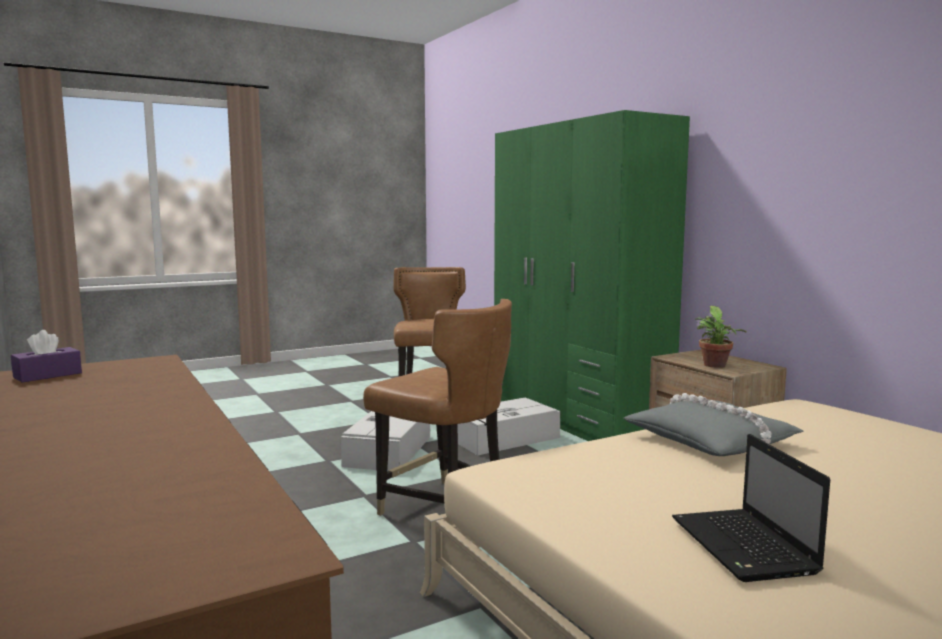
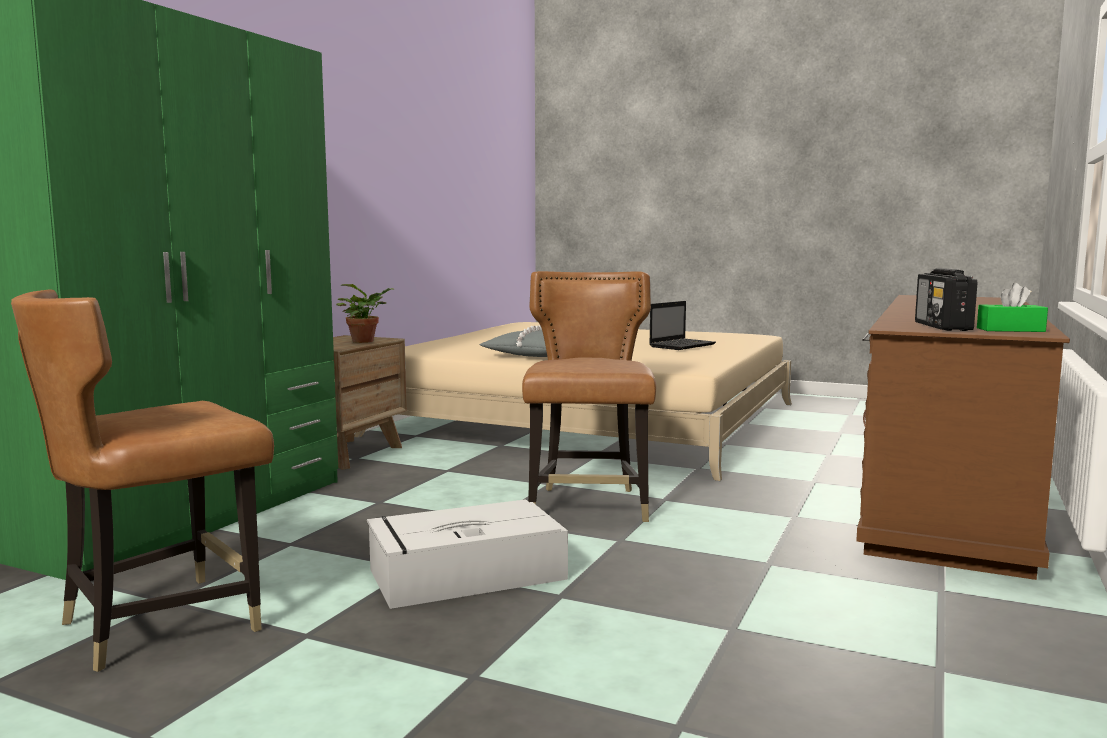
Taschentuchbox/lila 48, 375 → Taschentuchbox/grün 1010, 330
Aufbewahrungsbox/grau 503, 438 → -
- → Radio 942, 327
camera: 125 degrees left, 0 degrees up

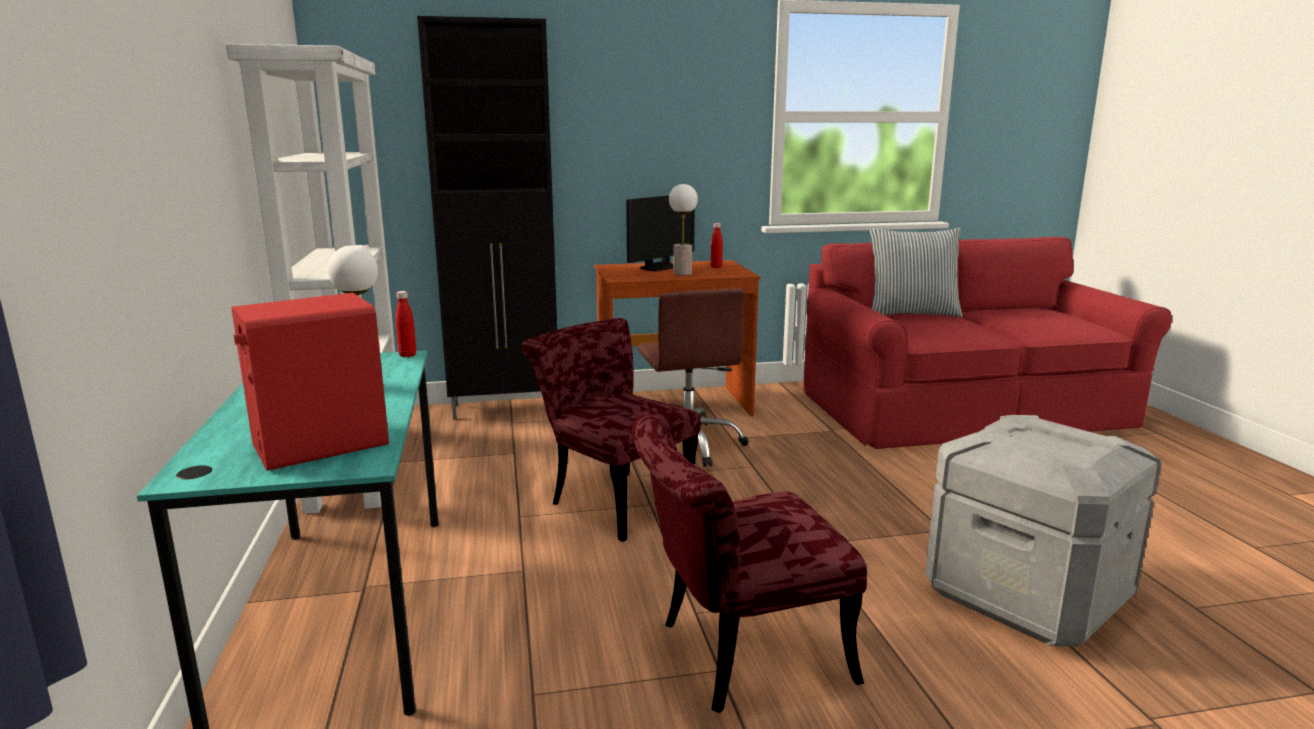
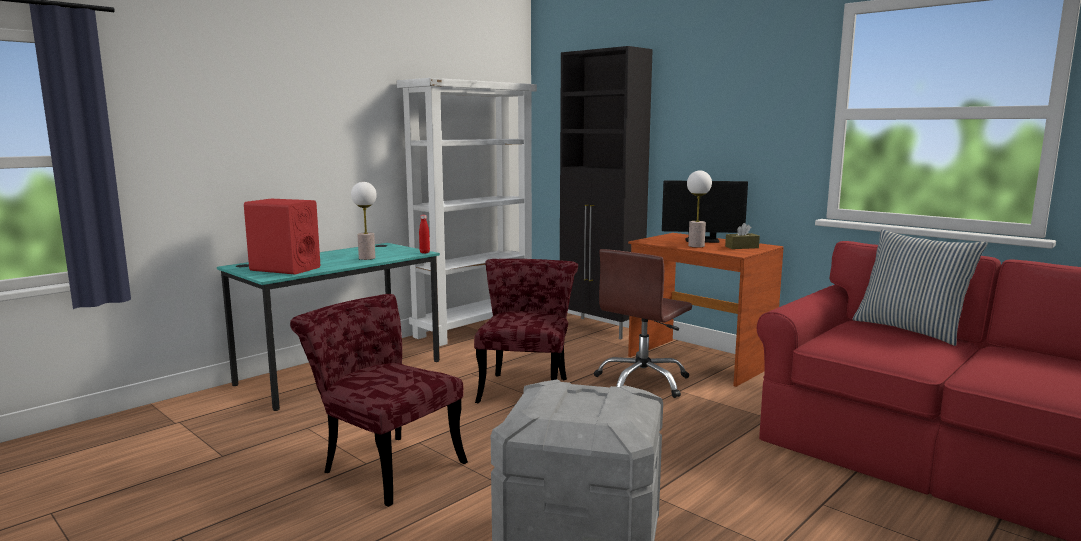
Flasche/rot 716, 267 → Taschentuchbox/braun 741, 247
camera: 55 degrees right, 5 degrees down

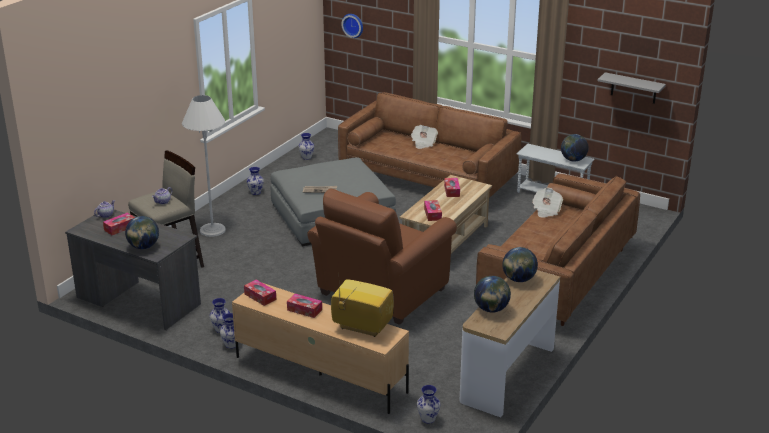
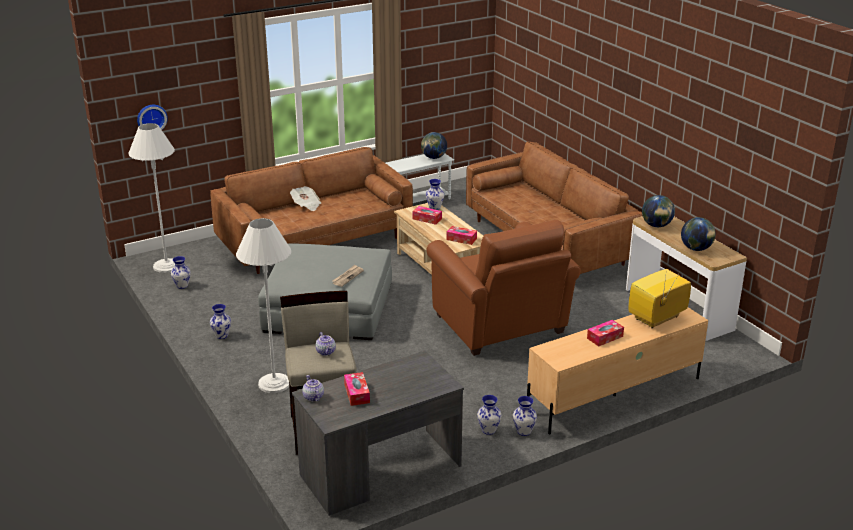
Globus 143, 247 → -
Taschentuchbox 260, 296 → -
Vase 427, 419 → Vase 434, 208, move
Zeitung 546, 210 → -
Wandregal/grau 633, 88 → -
- → Stehlampe/weiß 166, 266
camera: 60 degrees left, 0 degrees up

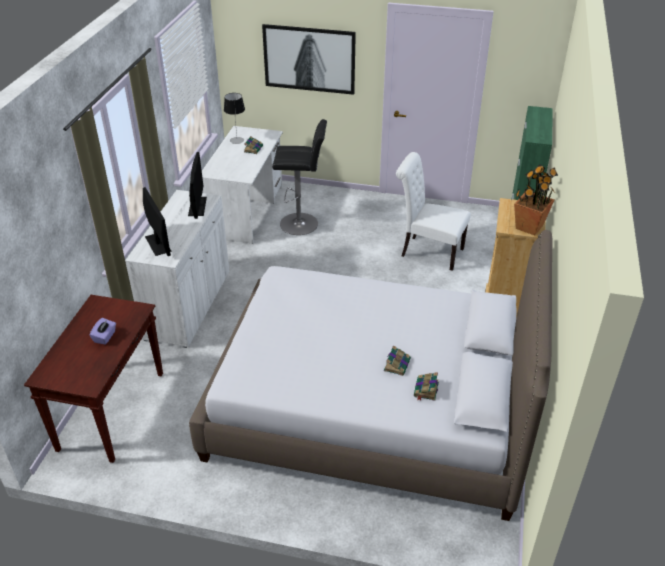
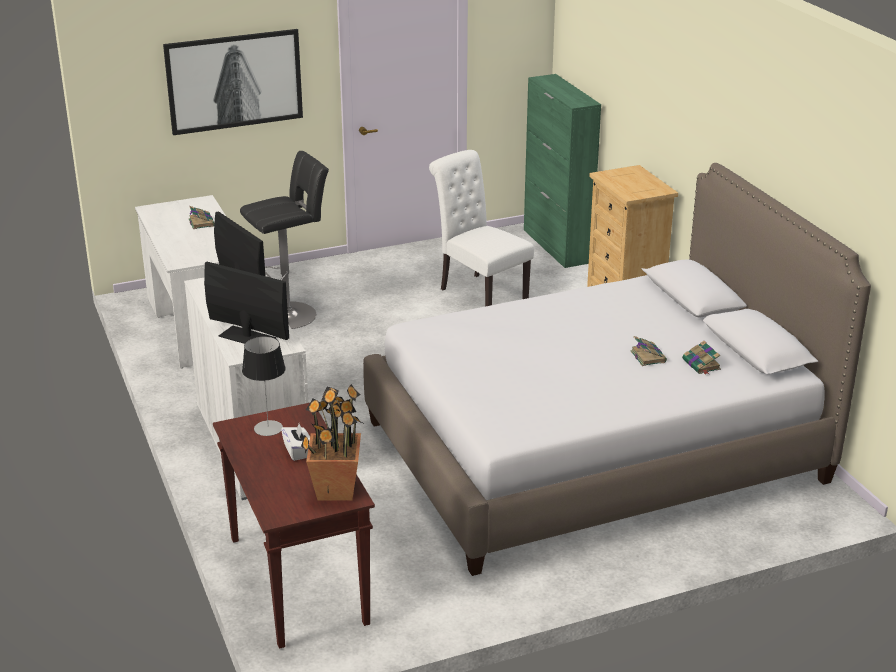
Taschentuchbox/lila 105, 337 → Taschentuchbox/weiß 298, 451
Tischlampe 237, 140 → Tischlampe 268, 428, move
Stuhl/weiß 428, 251 → Stuhl/weiß 479, 292, 60 degrees clockwise
Topfpflanze 529, 227 → Topfpflanze 335, 489, move
camera: 35 degrees left, 10 degrees down

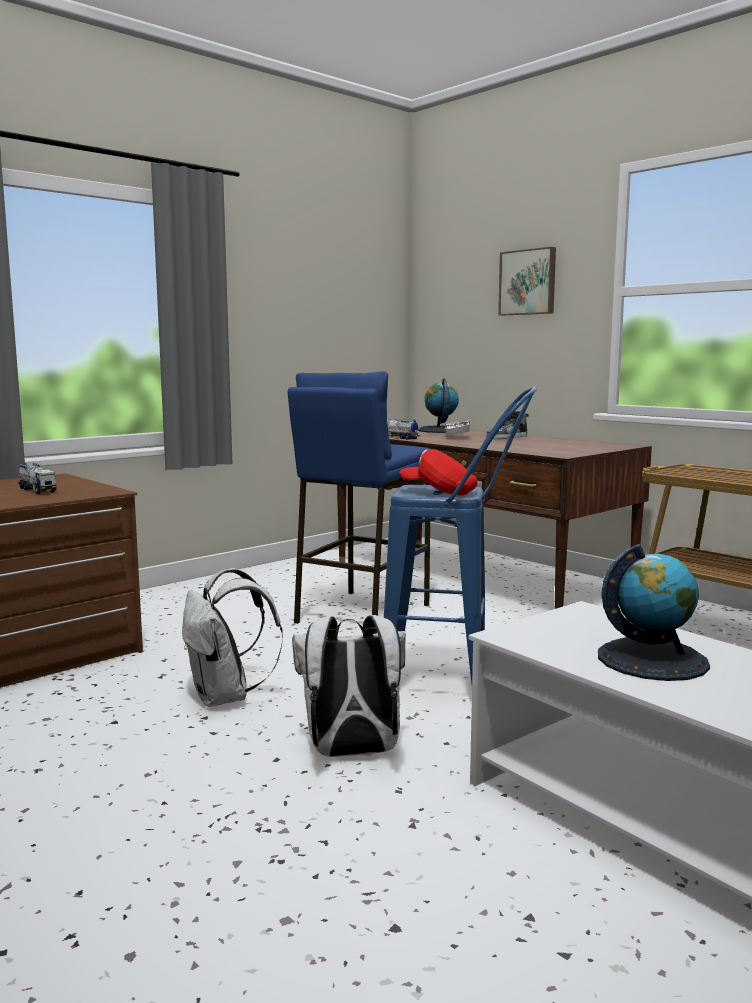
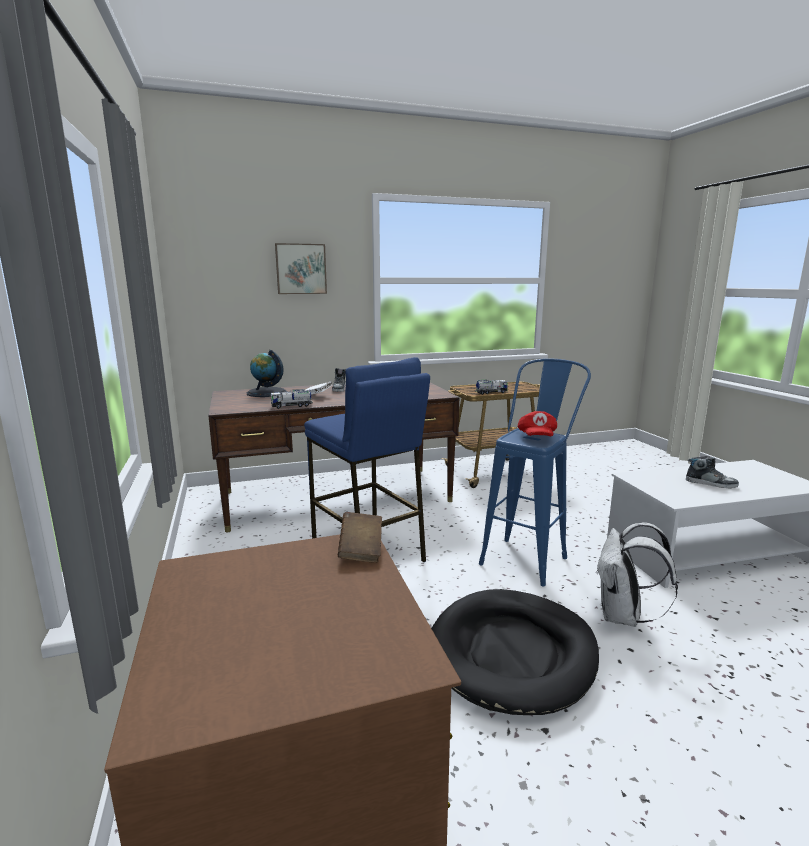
Spielzeuglaster 37, 490 → Spielzeuglaster 491, 392, move
Rucksack/weiß 225, 697 → Hundebett/schwarz 512, 653
Kappe/rot 439, 492 → Kappe/rot 536, 437, 45 degrees counterclockwise
Globus 652, 659 → Schuh 711, 483
- → Buch/braun 361, 550
camera: 65 degrees left, 5 degrees up

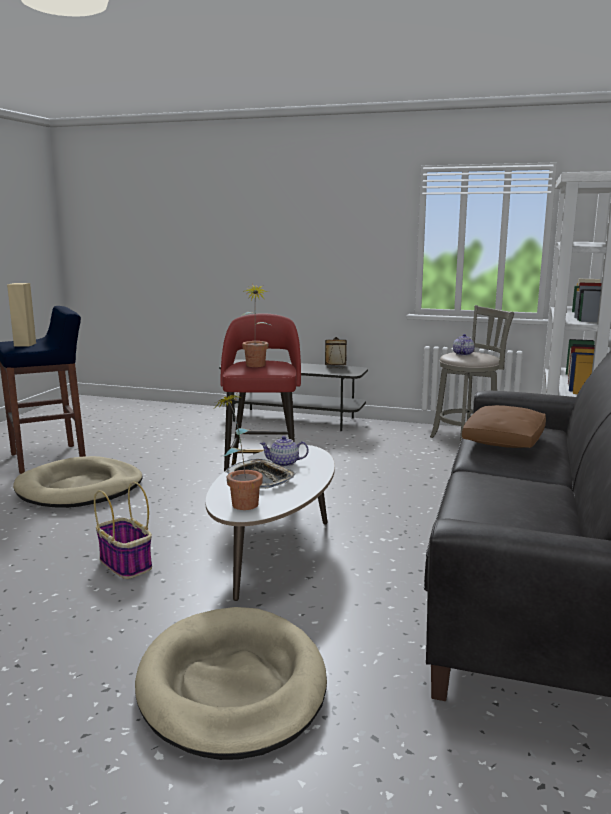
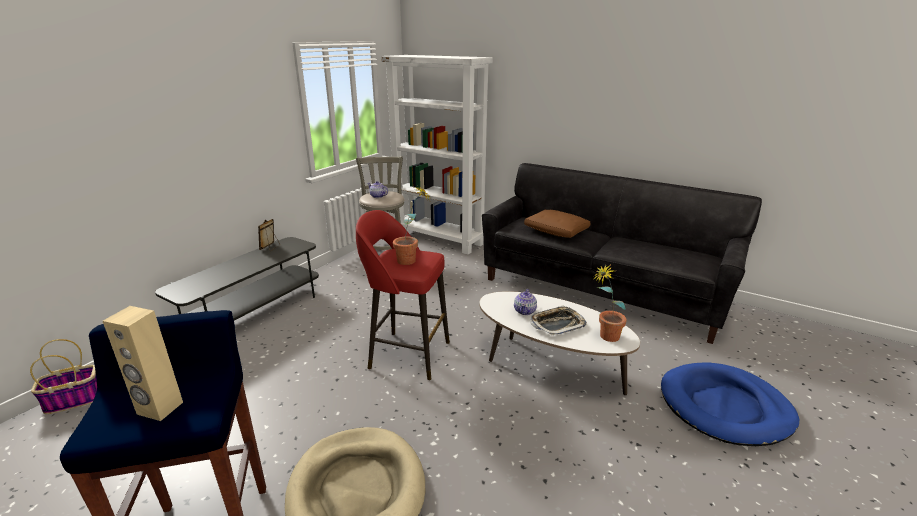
Korb 126, 564 → Korb 75, 400, move
Hundebett/beige 232, 687 → Hundebett/blau 724, 407
camera: 75 degrees left, 10 degrees up

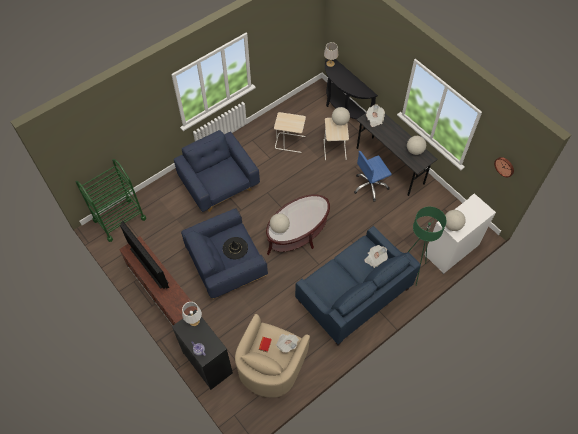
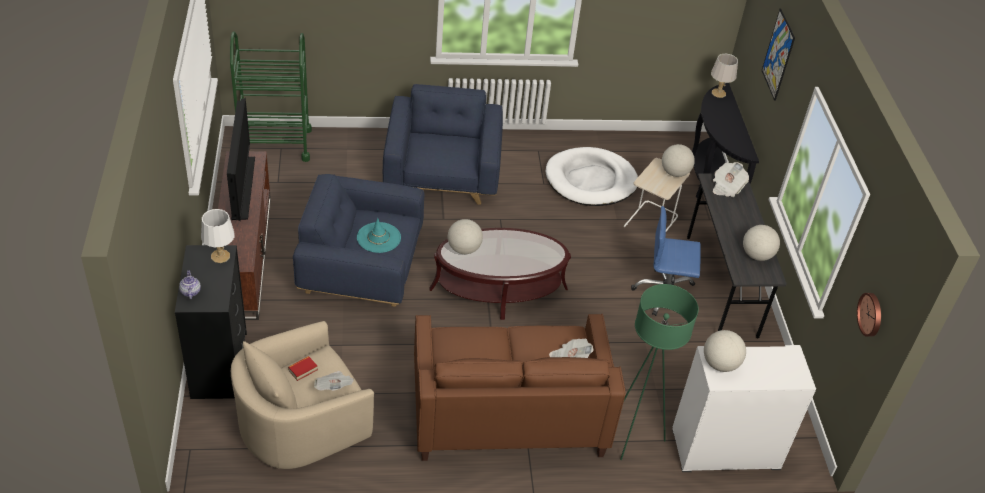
Hut/schwarz 235, 248 → Hut/türkis 378, 238
Beistelltisch/beige 290, 142 → Hundebett/weiß 591, 180
Sofa/blau 353, 295 → Sofa/braun 508, 412
- → Bild 778, 54
camera: 30 degrees right, 15 degrees down

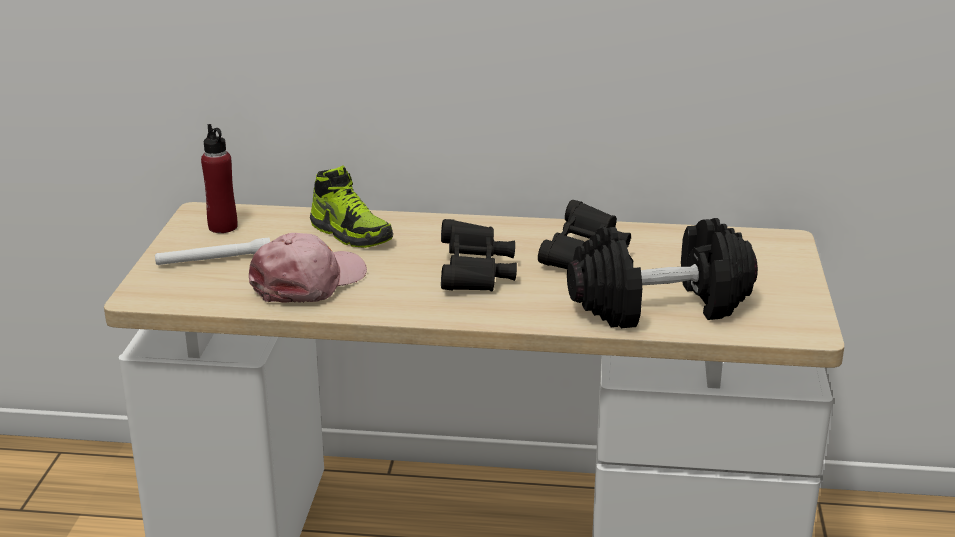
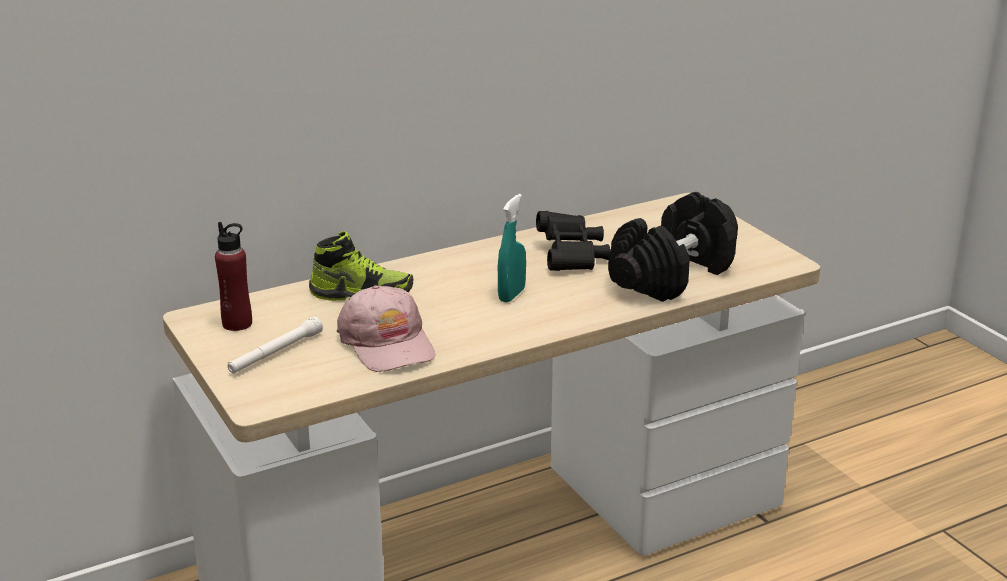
Kappe/rosa 309, 281 → Kappe/rosa 387, 343, 150 degrees clockwise
Fernglas/schwarz 476, 274 → Sprühflasche/türkis 511, 295
camera: 35 degrees left, 0 degrees up

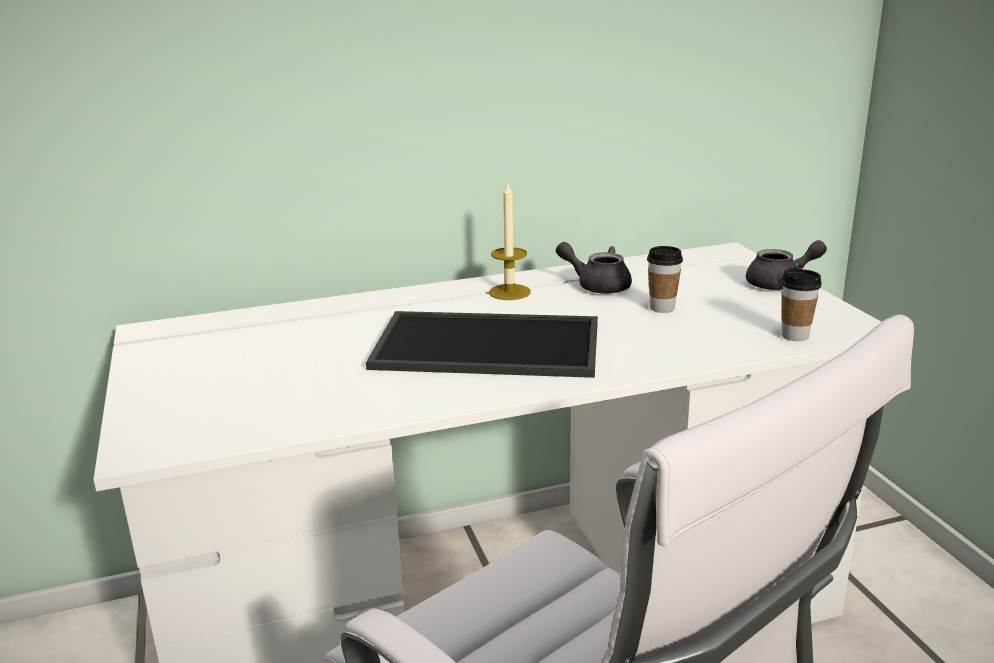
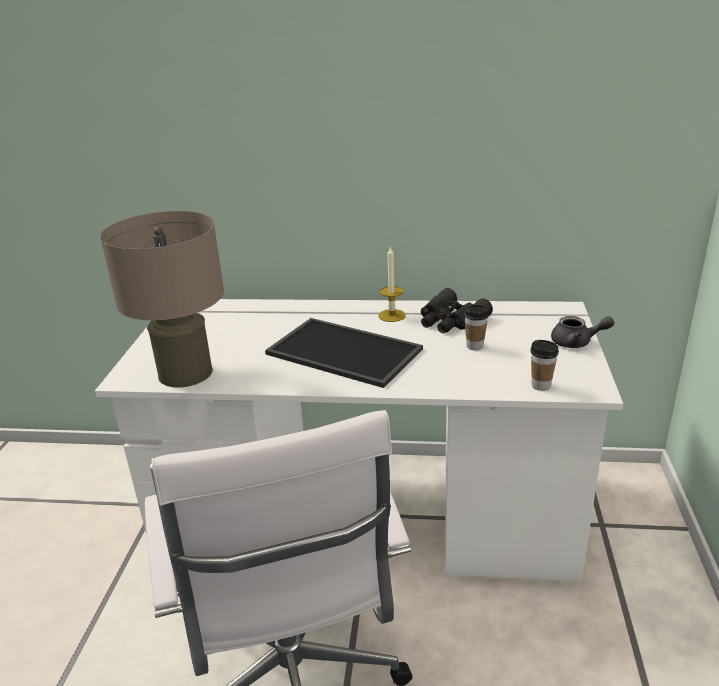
Teekanne/grau 597, 285 → Fernglas/schwarz 450, 320
- → Tischlampe/beige 185, 373
camera: 25 degrees right, 5 degrees up

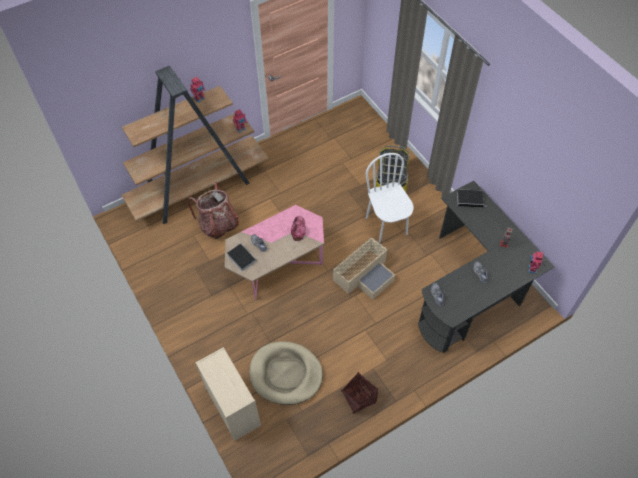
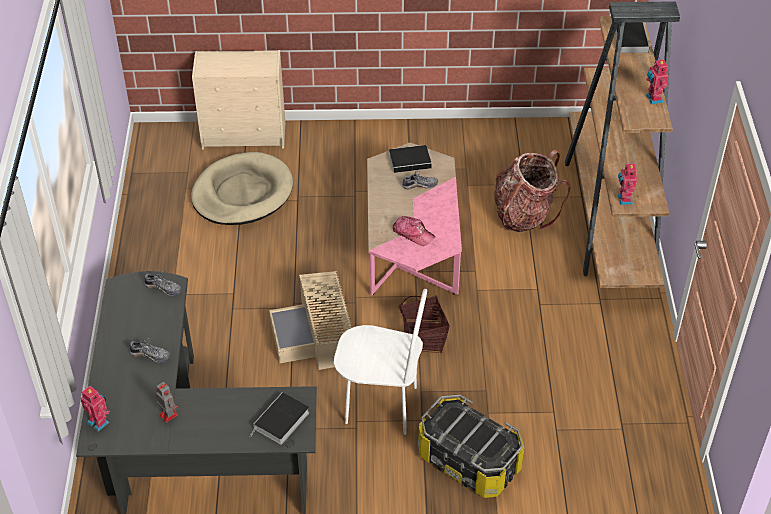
Korb 358, 397 → Korb 423, 337, move
- → Buch 630, 39
camera: 120 degrees right, 10 degrees down

